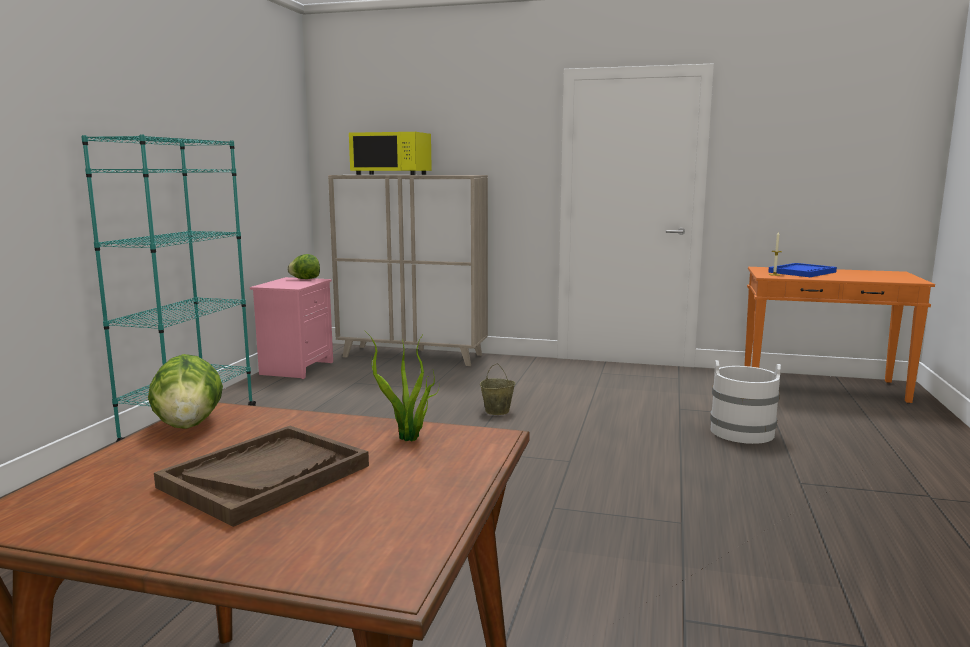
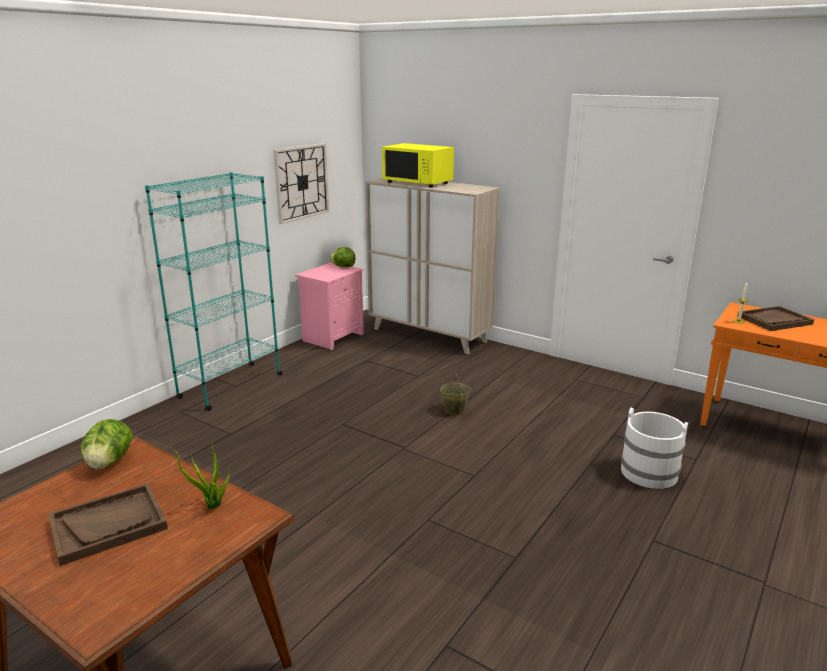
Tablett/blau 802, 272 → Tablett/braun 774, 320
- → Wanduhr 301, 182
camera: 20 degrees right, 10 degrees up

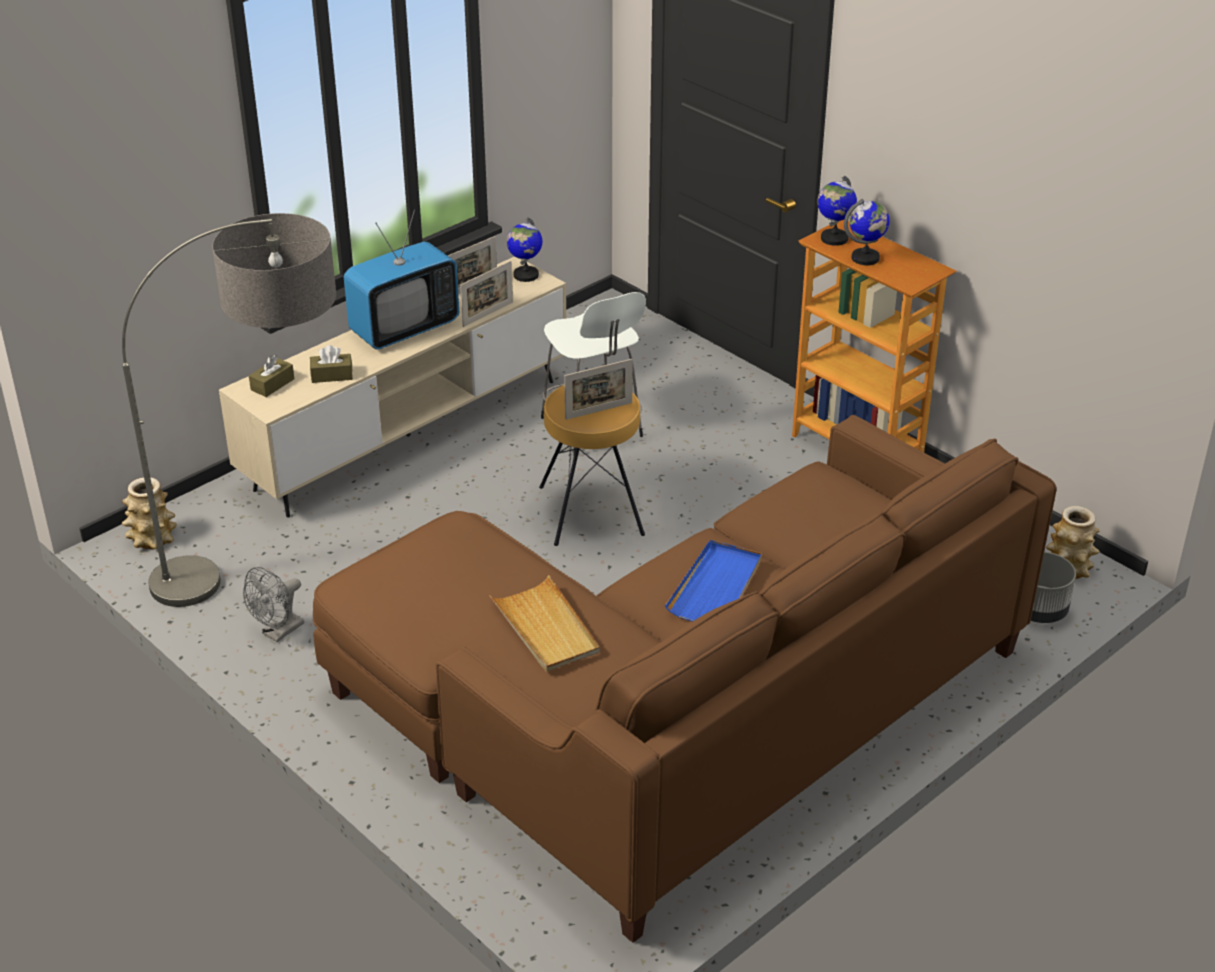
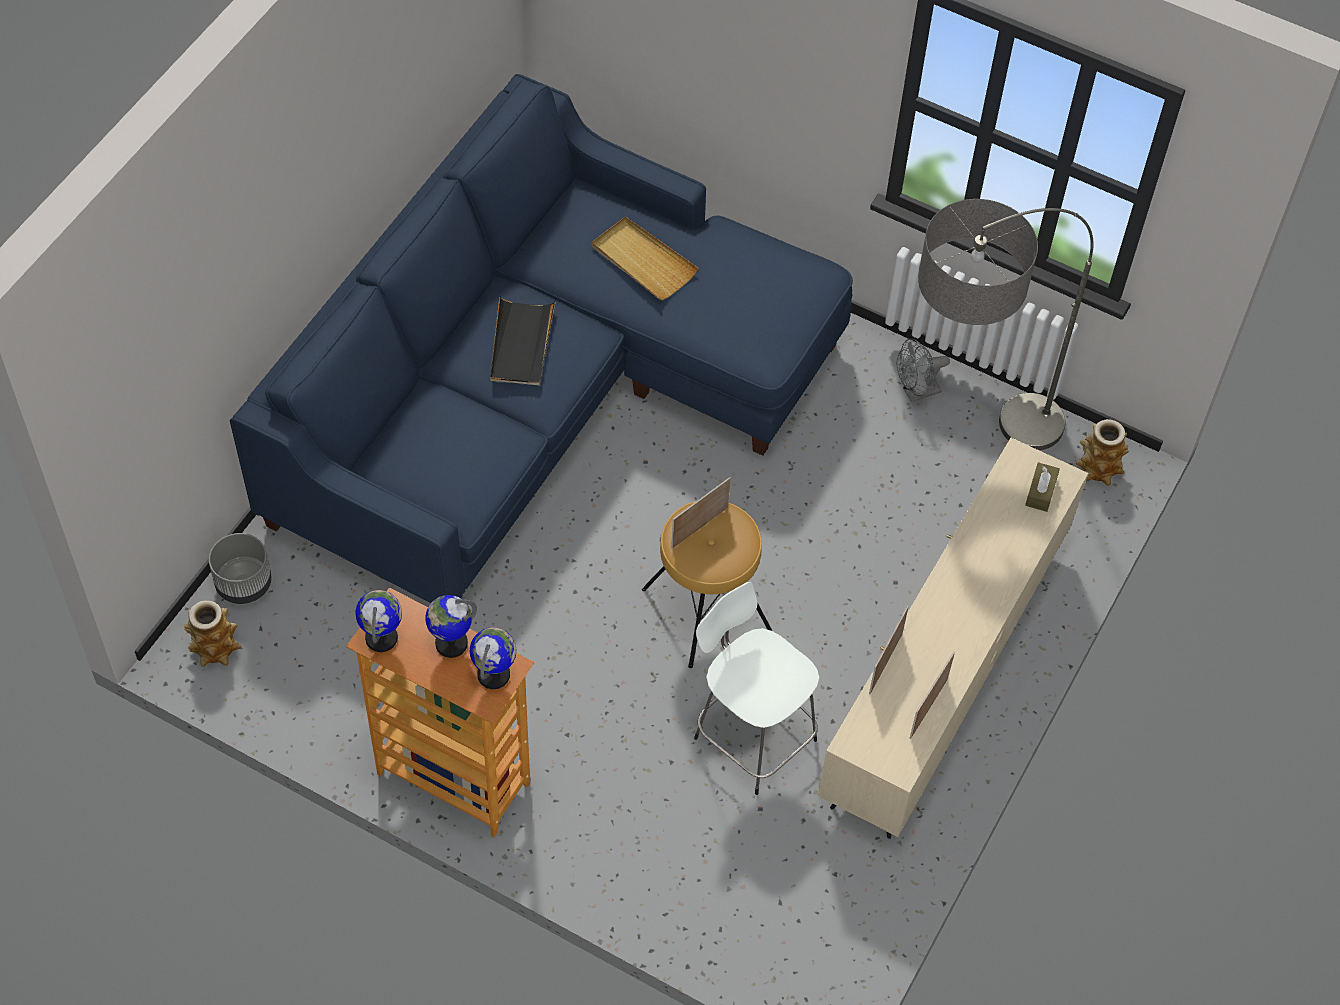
Ventilator/grau 278, 632 → Ventilator/grau 916, 393, 135 degrees counterclockwise
Taschentuchbox/braun 332, 375 → -
Sofa/braun 681, 712 → Sofa/blau 543, 395
Fernseher 404, 329 → -
Globus 525, 275 → Globus 382, 638, move
Tablett/blau 716, 587 → Tablett/schwarz 521, 344
camera: 160 degrees right, 20 degrees up

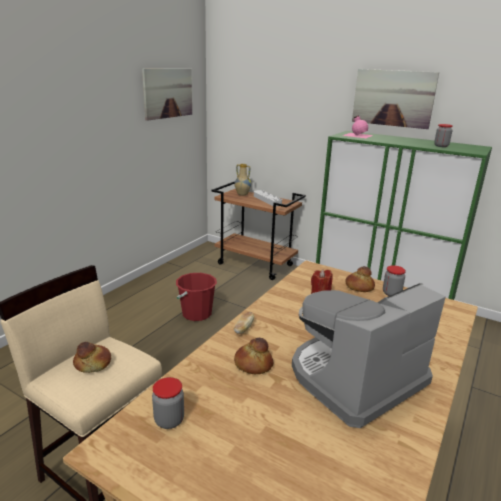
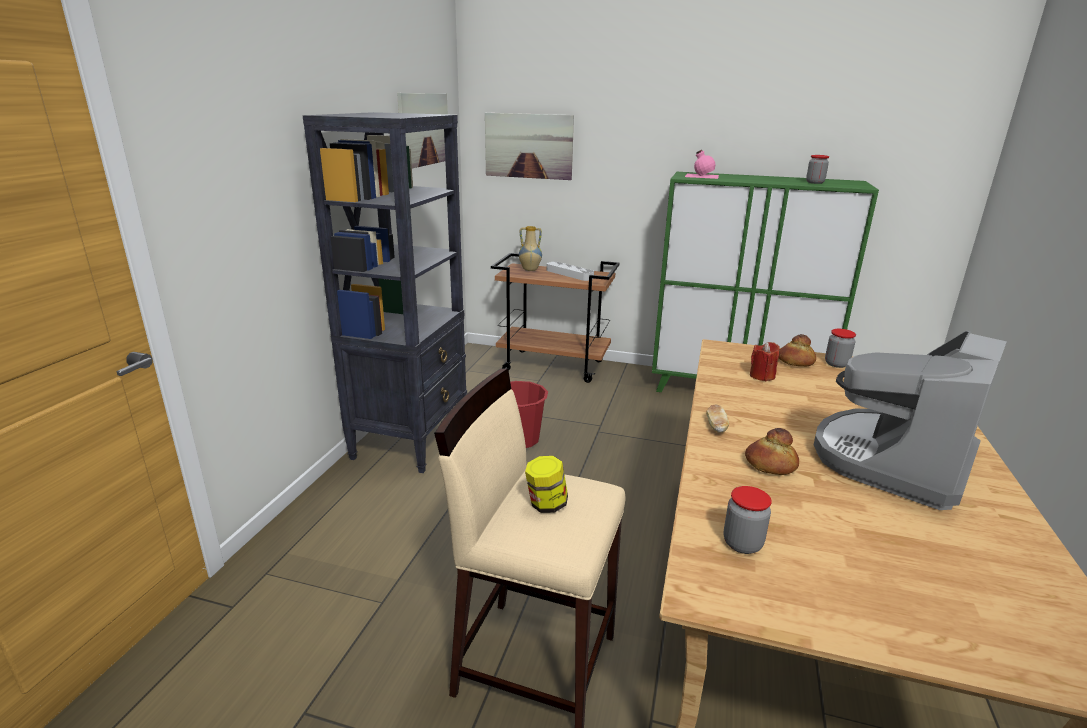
Brot 93, 364 → Vorratsglas 546, 504
Bild 393, 98 → Bild 528, 146, move
- → Bücherregal/schwarz 411, 439
camera: 15 degrees left, 0 degrees up

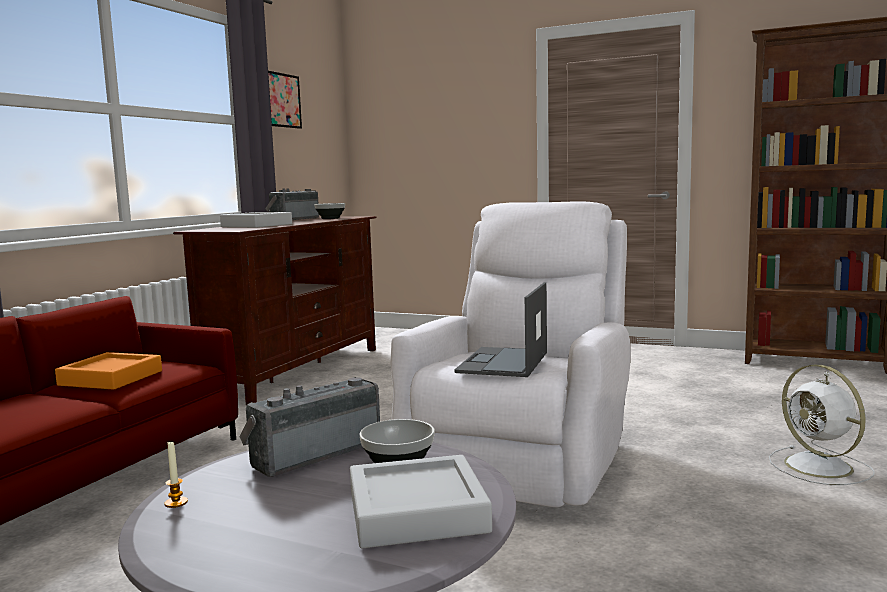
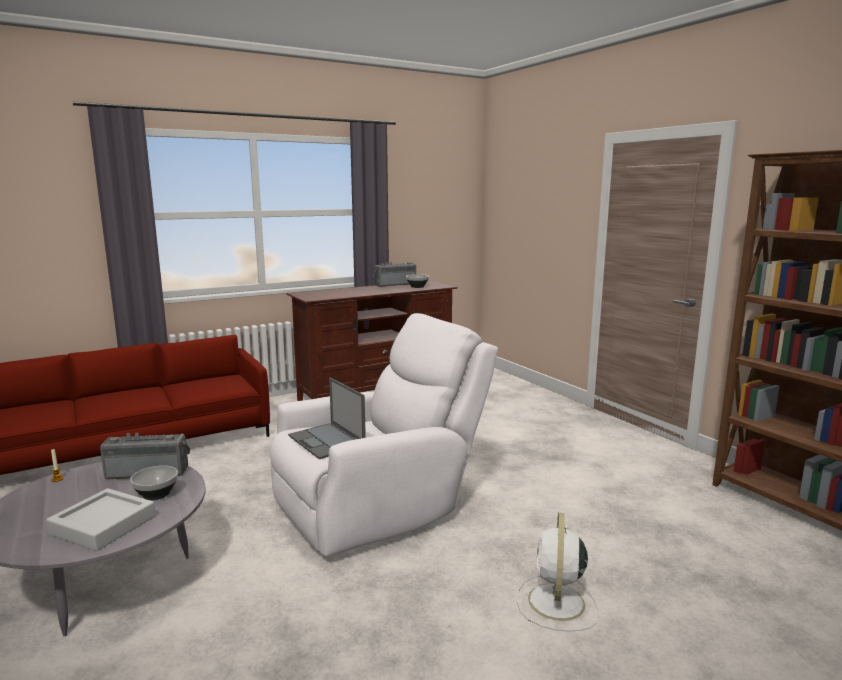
Tablett/orange 111, 378 → -
Tablett/grau 257, 225 → -
Bild 282, 100 → -
Laptop 503, 363 → Laptop 327, 441, 90 degrees counterclockwise
camera: 35 degrees right, 5 degrees up

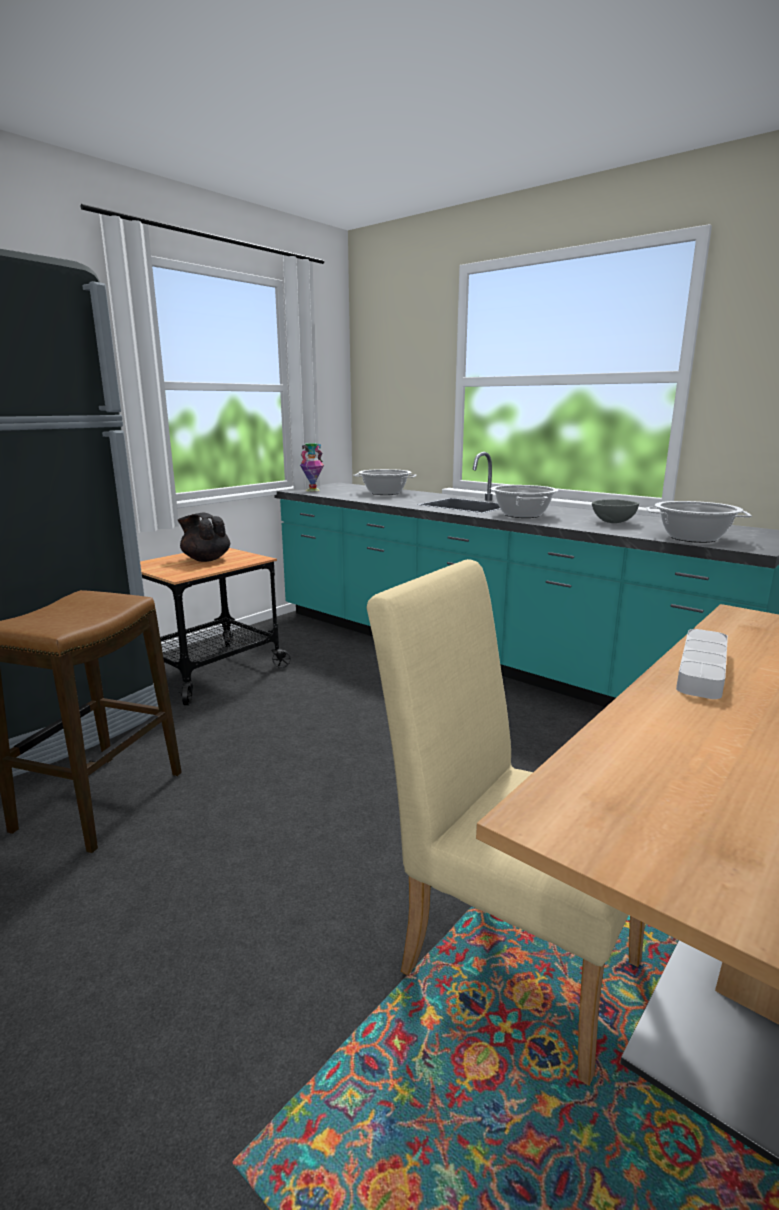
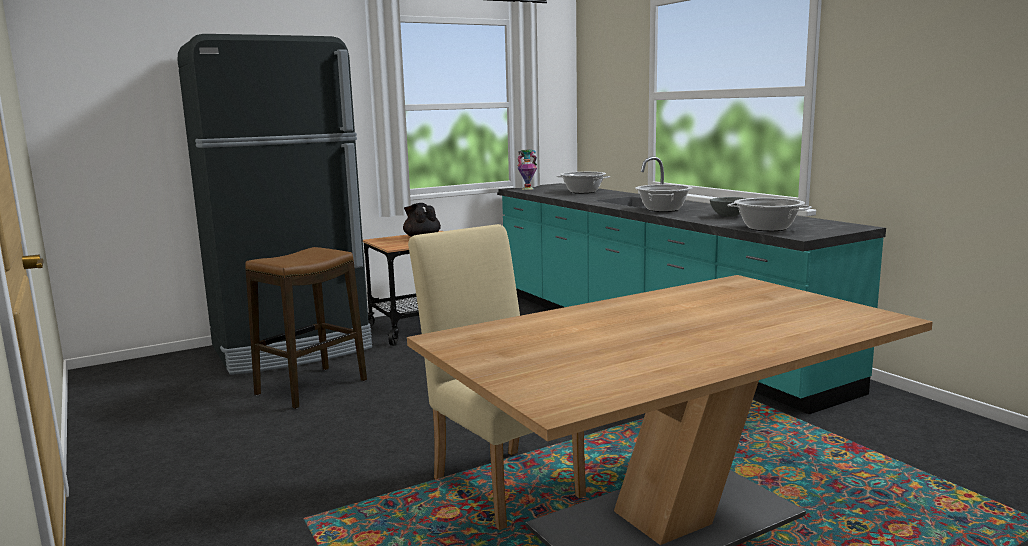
Tablett/grau 702, 669 → -
camera: 20 degrees right, 5 degrees down

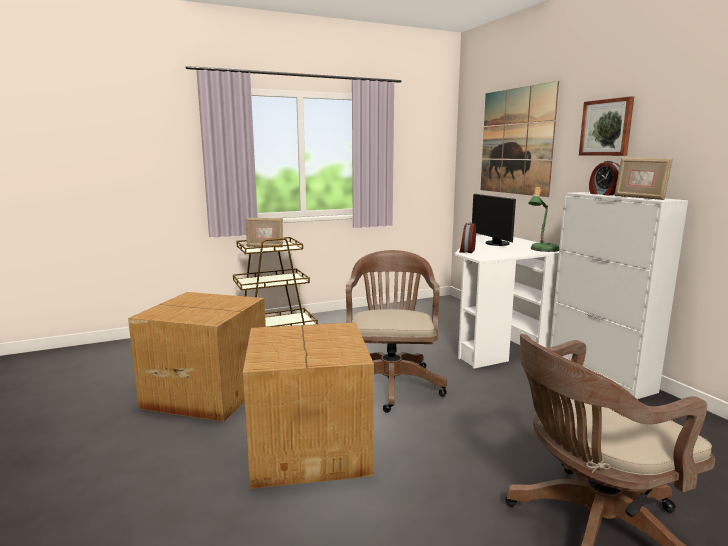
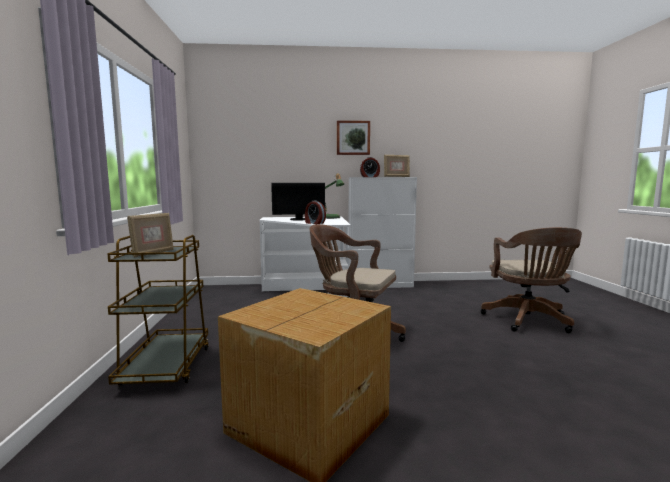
Karton 311, 446 → -
Bild 516, 141 → -
camera: 70 degrees left, 5 degrees down

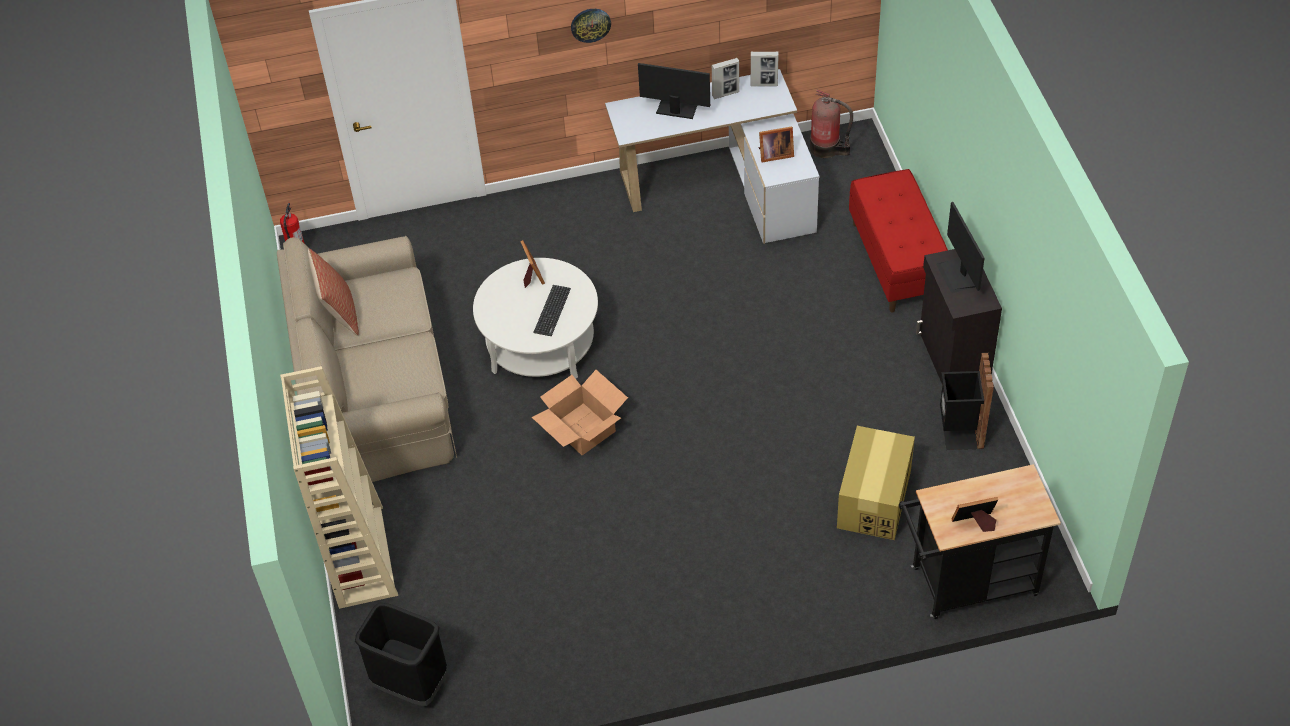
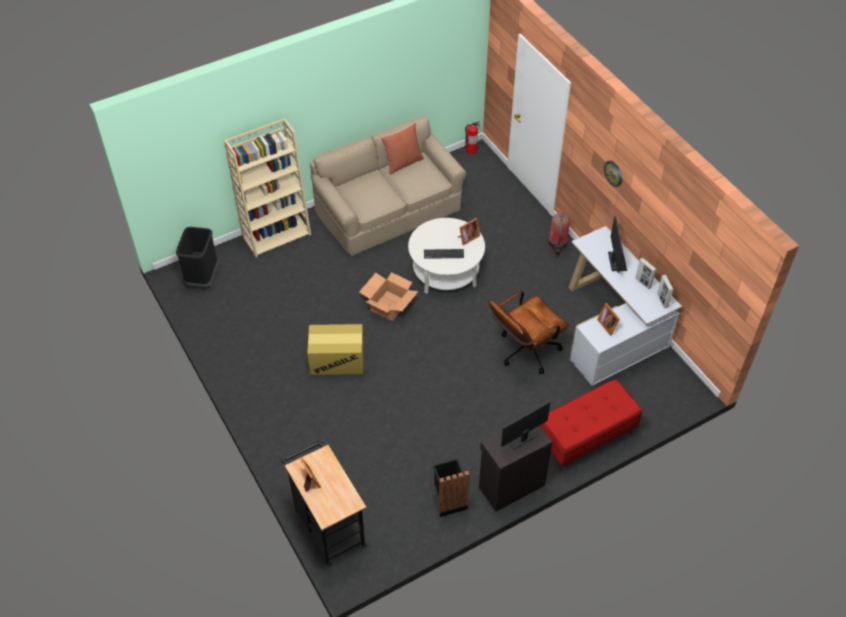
Feuerlöscher 827, 148 → Feuerlöscher 557, 246, move
Karton 874, 499 → Karton 337, 360, move
- → Bürostuhl/braun 524, 352
camera: 70 degrees right, 0 degrees up

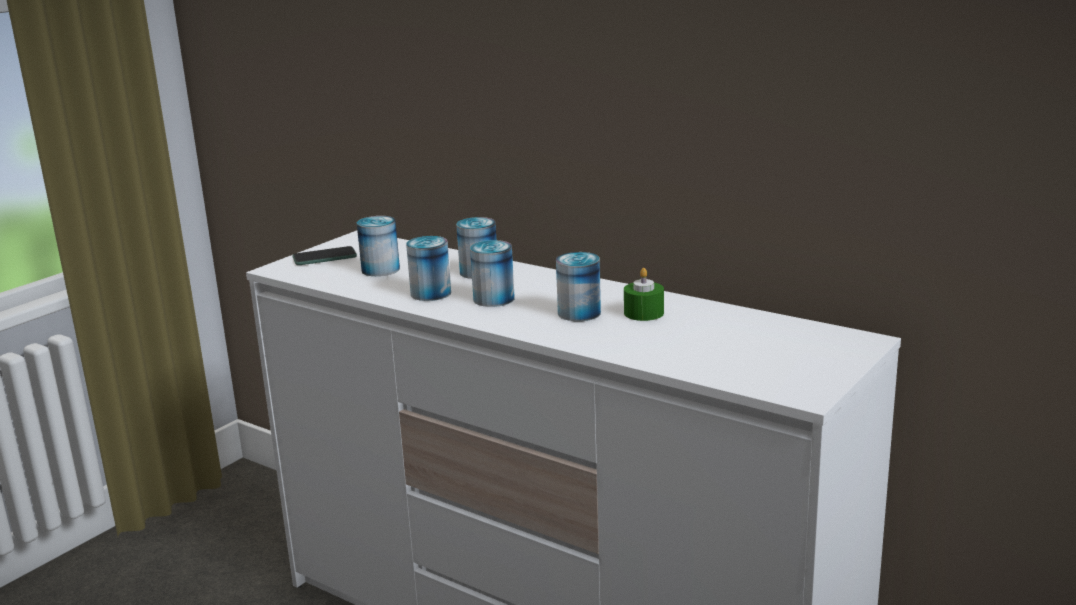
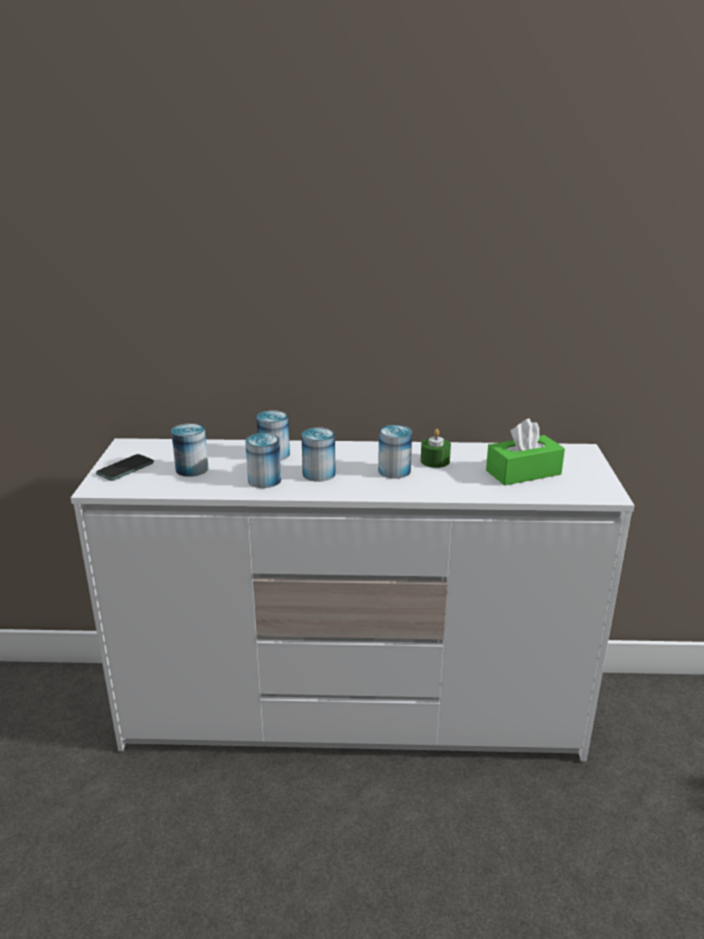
- → Taschentuchbox/grün 523, 472
camera: 35 degrees left, 5 degrees up

